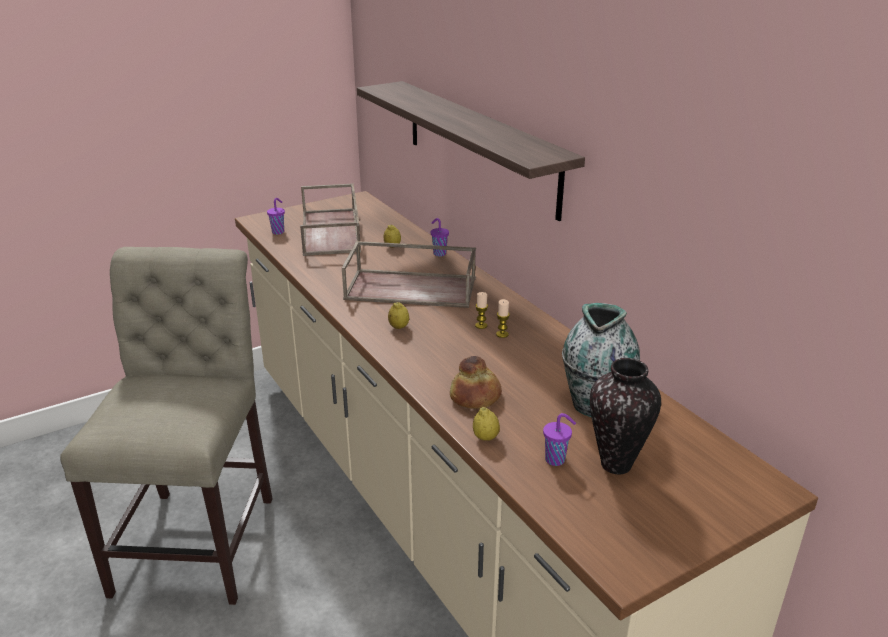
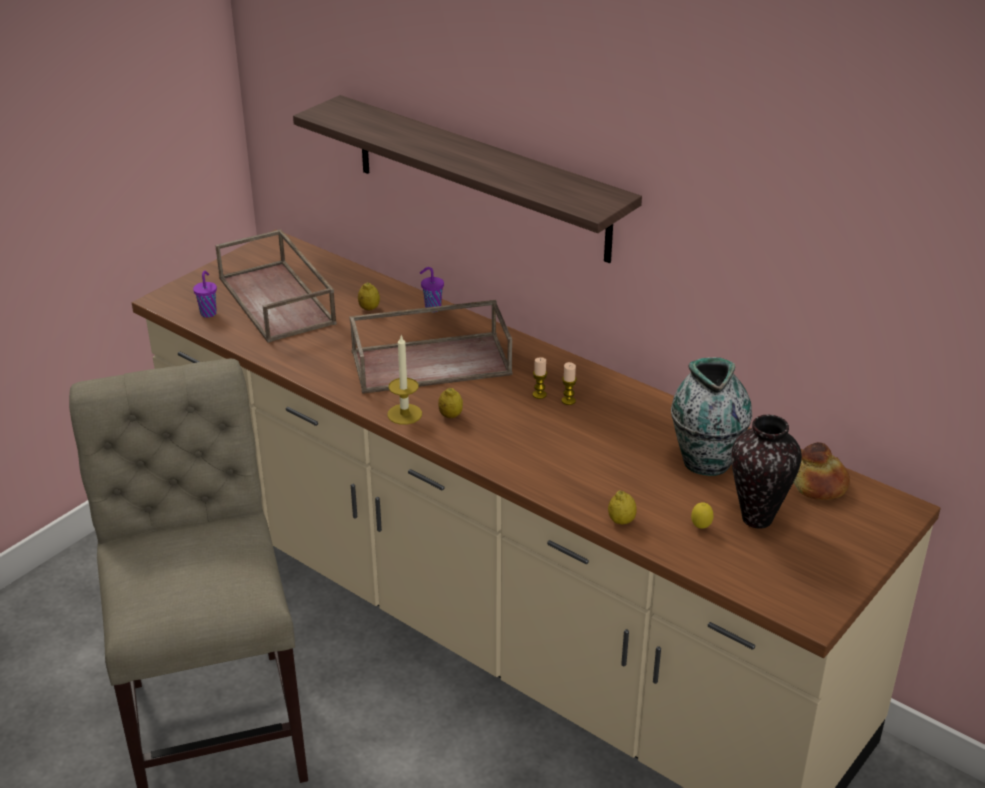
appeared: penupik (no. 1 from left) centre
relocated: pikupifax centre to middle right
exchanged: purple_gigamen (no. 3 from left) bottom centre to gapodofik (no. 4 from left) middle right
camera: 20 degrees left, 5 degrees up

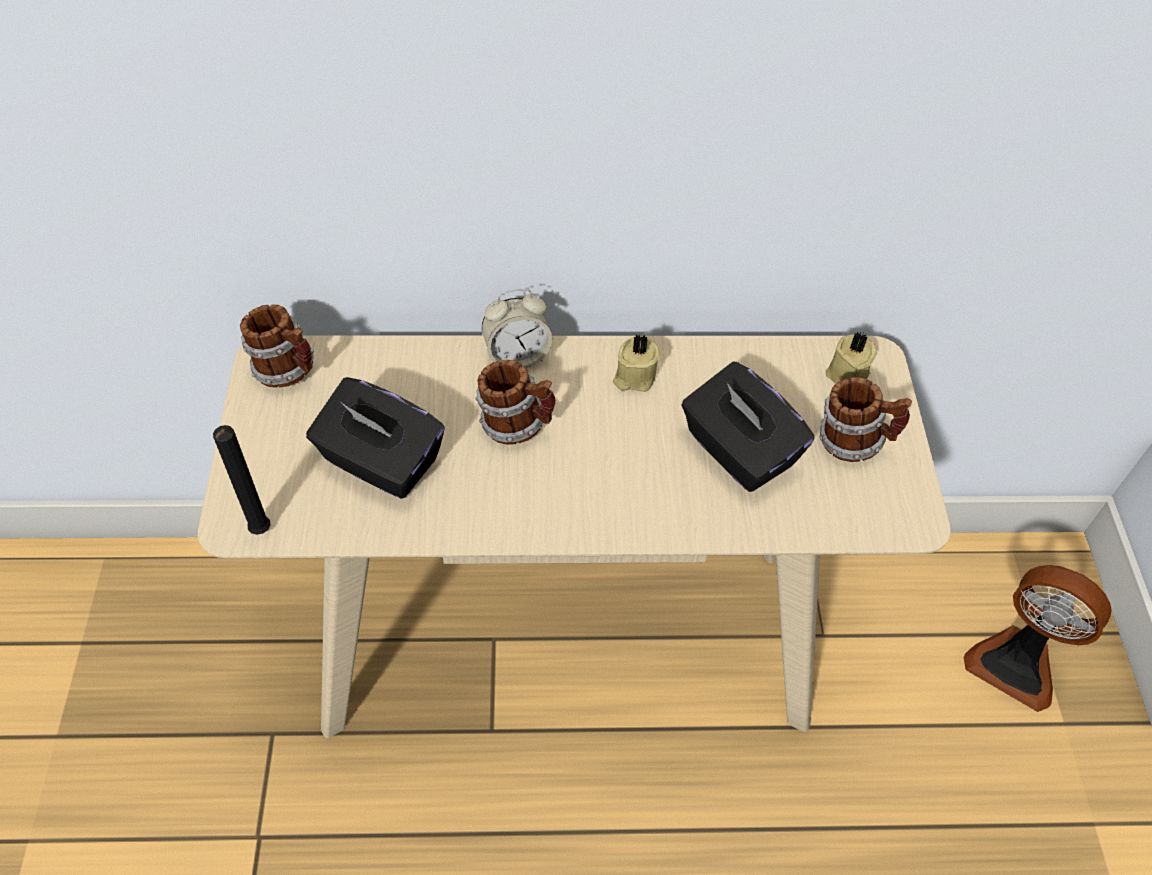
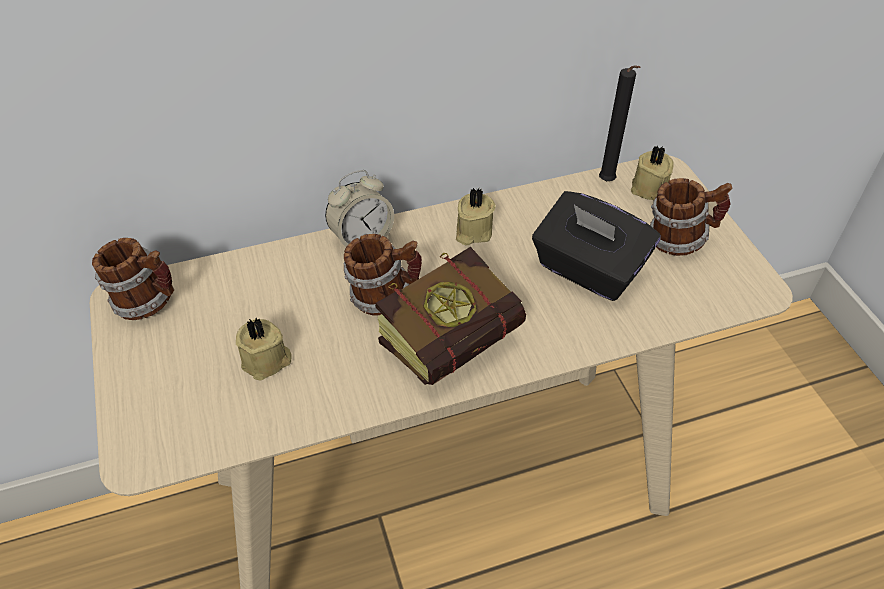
missing: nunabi bottom right
appeared: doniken centre
relocated: black_penupik middle left to top right
exchanged: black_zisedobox (no. 1 from left) middle left to beige_penupik (no. 1 from left) middle left
camera: 15 degrees left, 5 degrees down

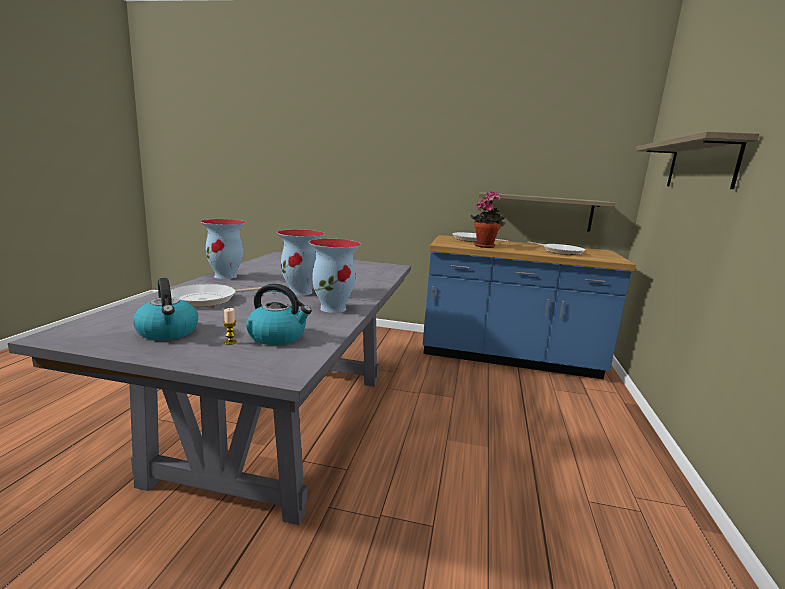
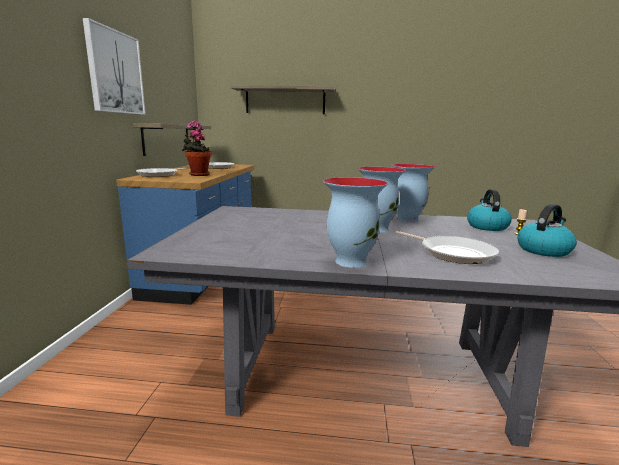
appeared: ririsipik top left
camera: 95 degrees left, 0 degrees up

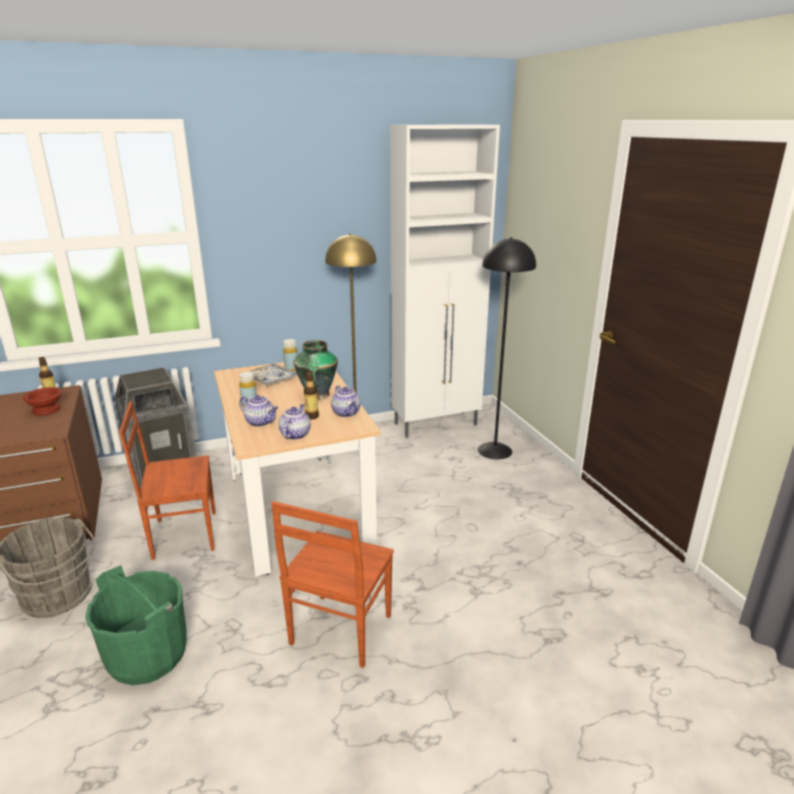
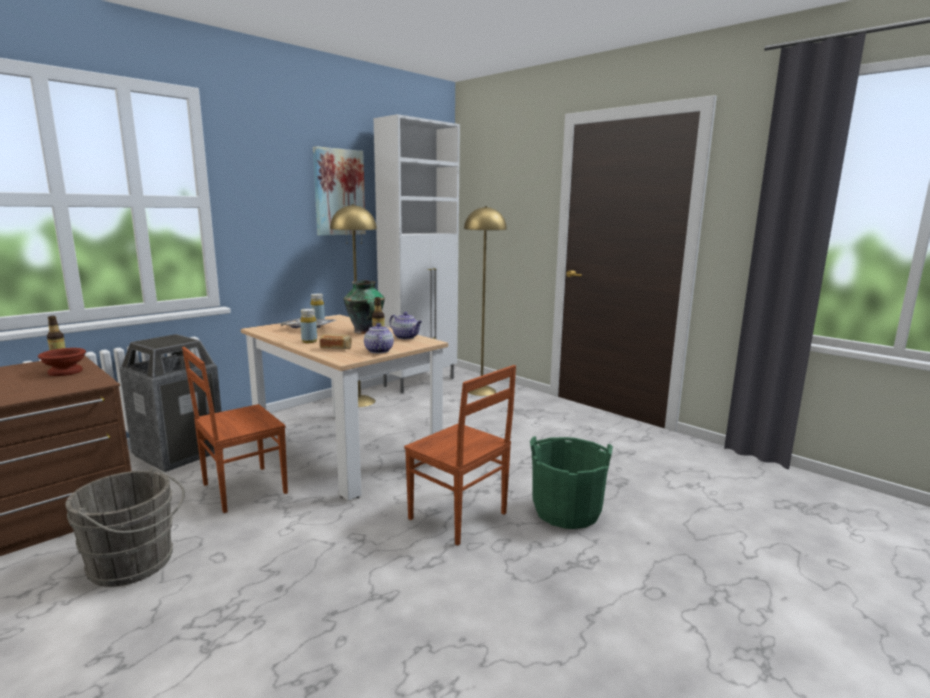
appeared: ririsipik top centre
relocated: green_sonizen bottom left to bottom centre
exchanged: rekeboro (no. 1 from left) middle left to pikupifax centre
colour: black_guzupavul centre to yellow_guzupavul (no. 2 from left) centre
spun: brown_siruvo (no. 2 from left) bottom centre = centre 45 degrees counterclockwise
camera: 25 degrees left, 10 degrees down

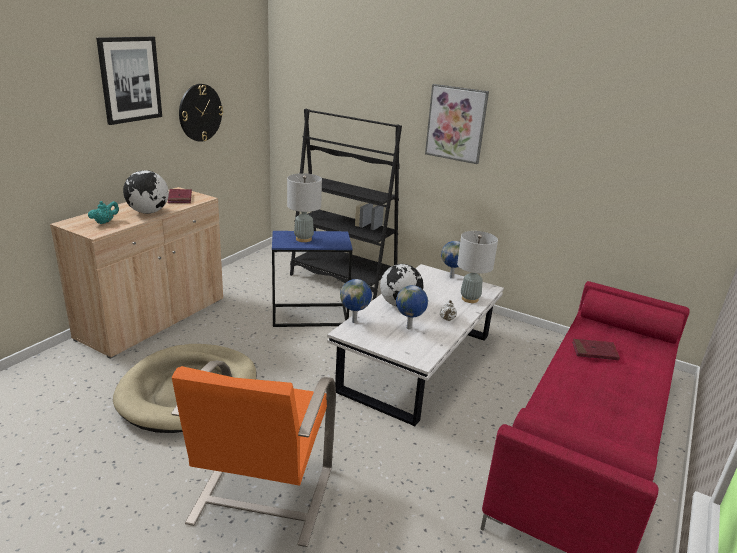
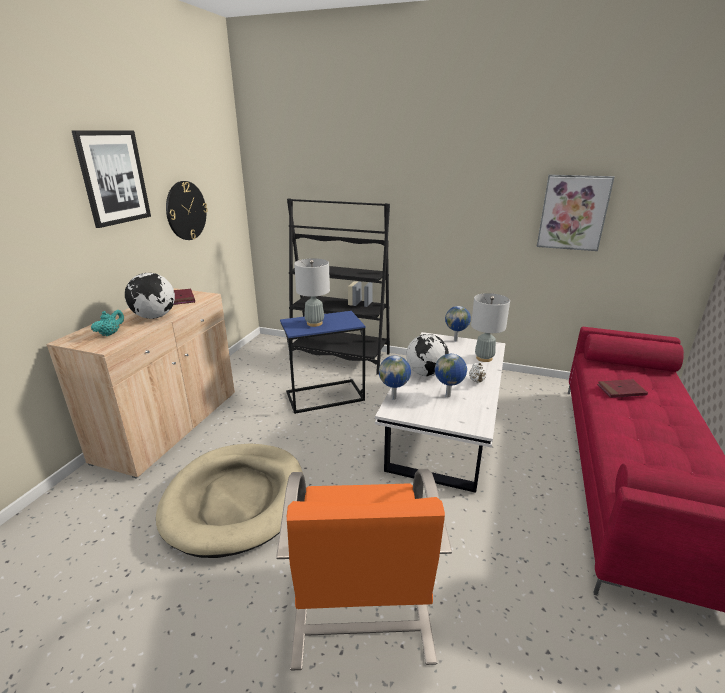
relocated: ririsipik (no. 2 from left) top centre to top right
camera: 10 degrees left, 0 degrees up

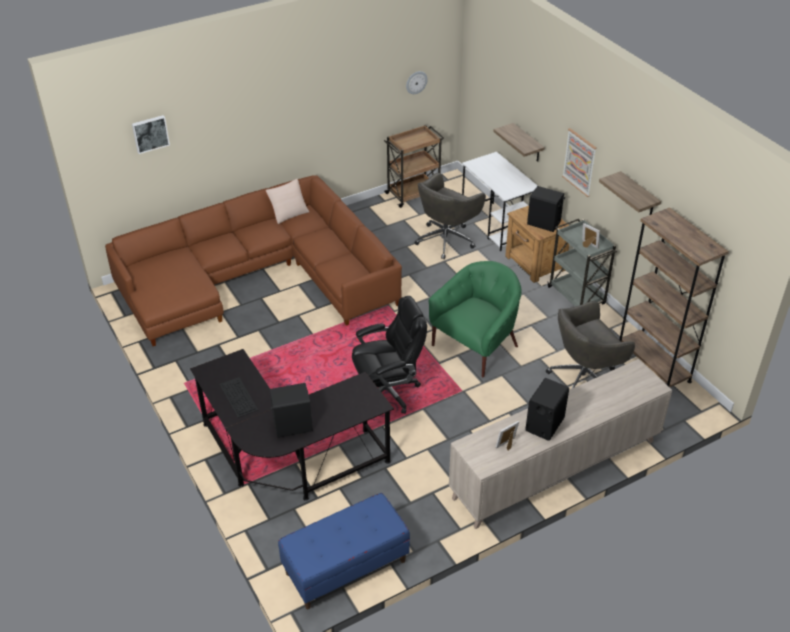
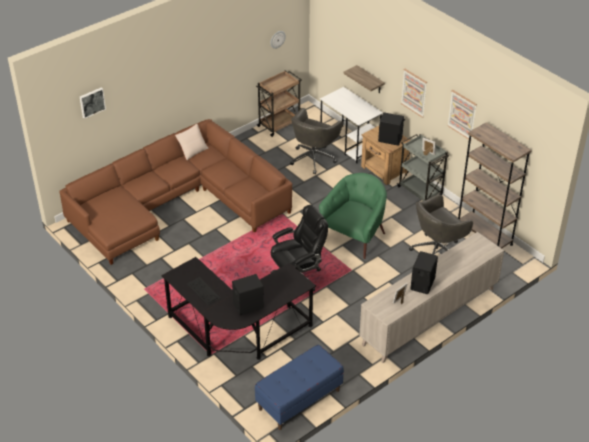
exchanged: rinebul (no. 2 from left) top right to ririsipik (no. 3 from left) top right
camera: 10 degrees left, 0 degrees up

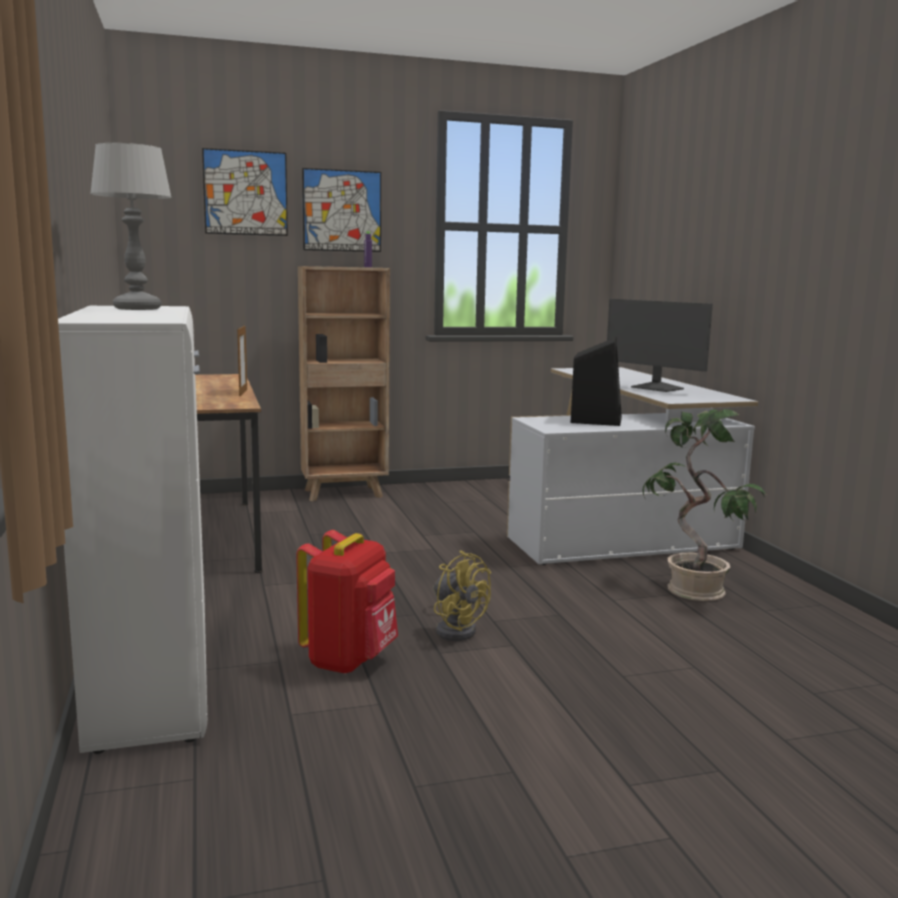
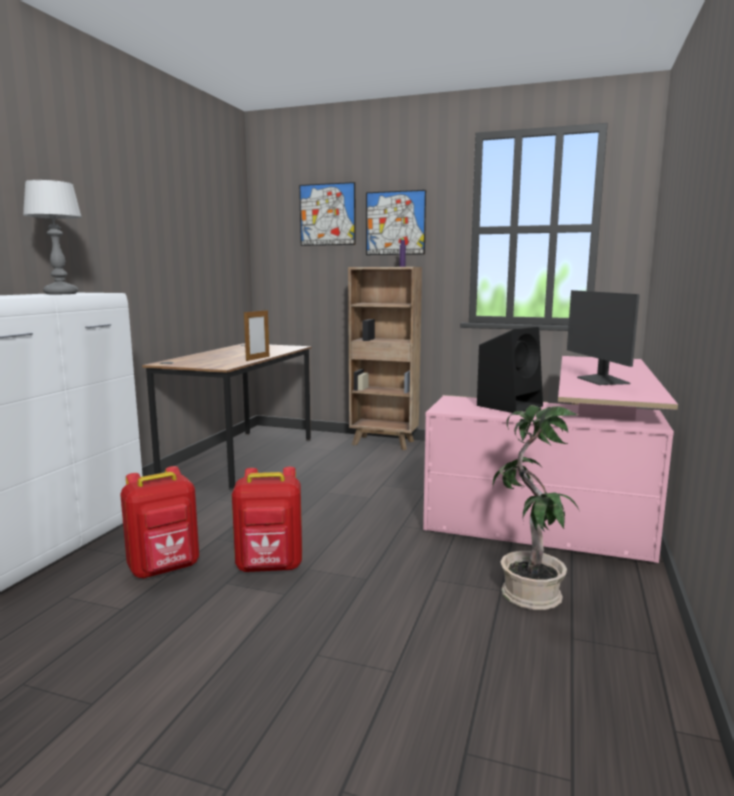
exchanged: yellow_nunabi centre to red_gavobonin (no. 2 from left) centre
colour: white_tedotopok middle right to pink_tedotopok middle right
camera: 35 degrees right, 0 degrees up

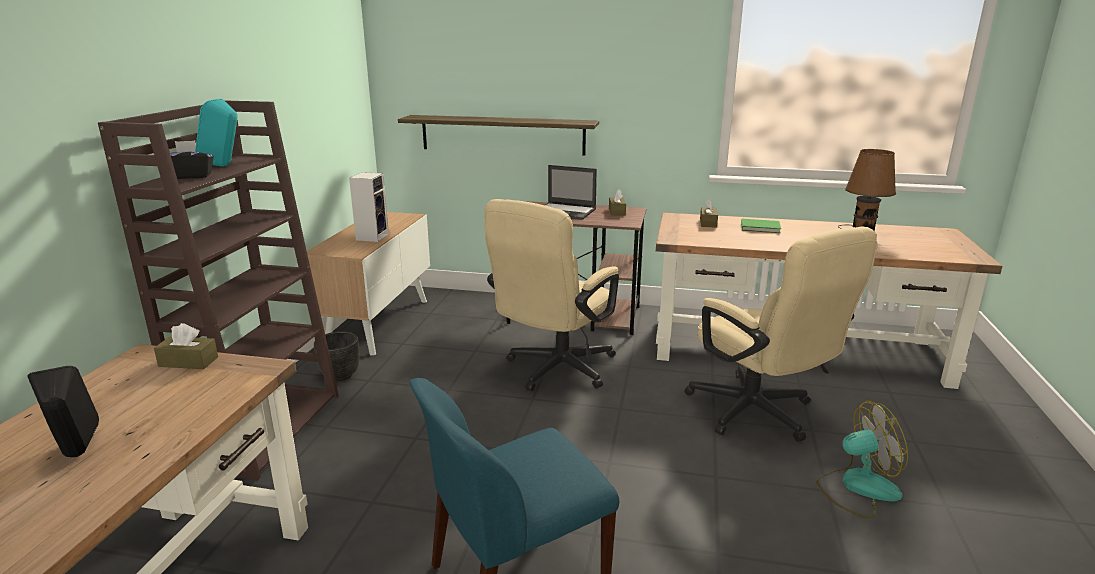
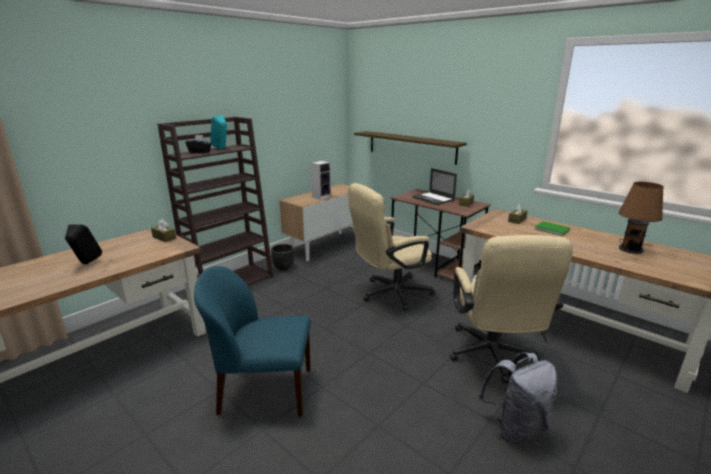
exchanged: nunabi bottom right to grey_gavobonin bottom right
camera: 30 degrees right, 0 degrees up

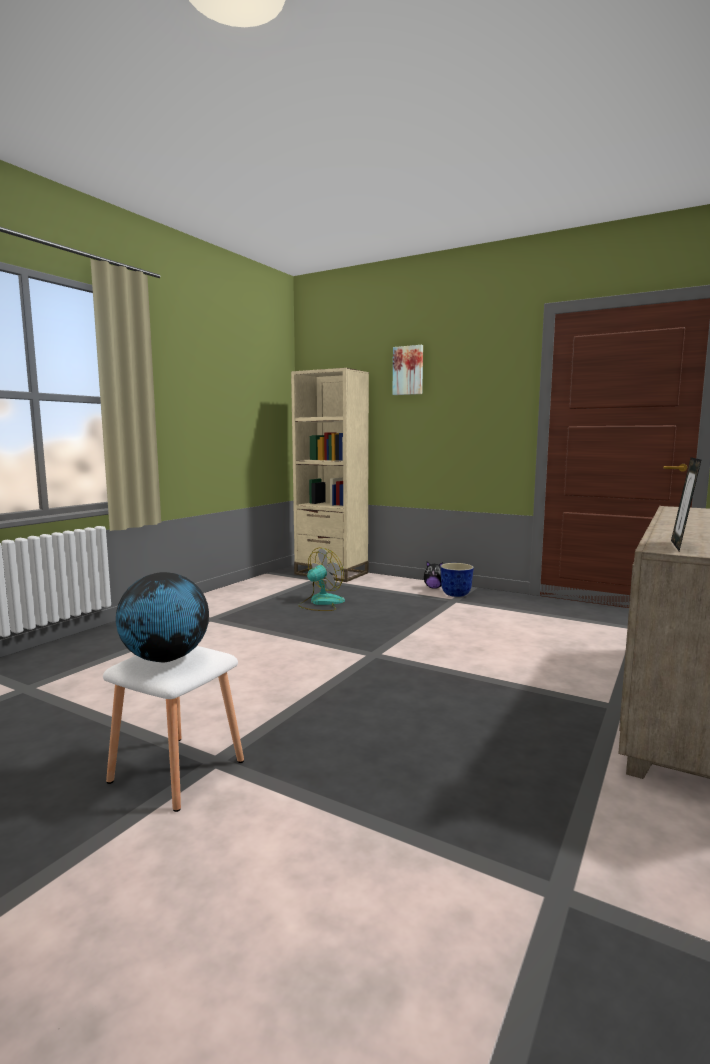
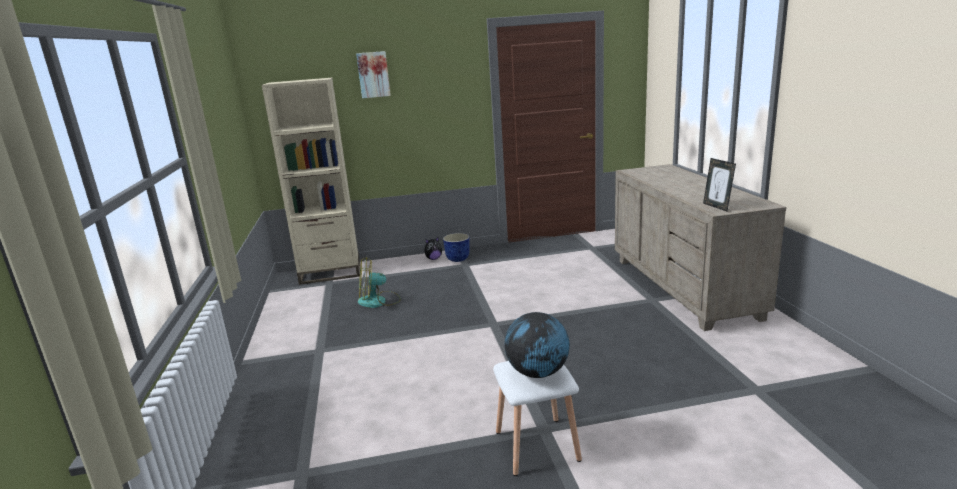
spun: nunabi centre = centre 105 degrees counterclockwise
camera: 40 degrees left, 10 degrees up

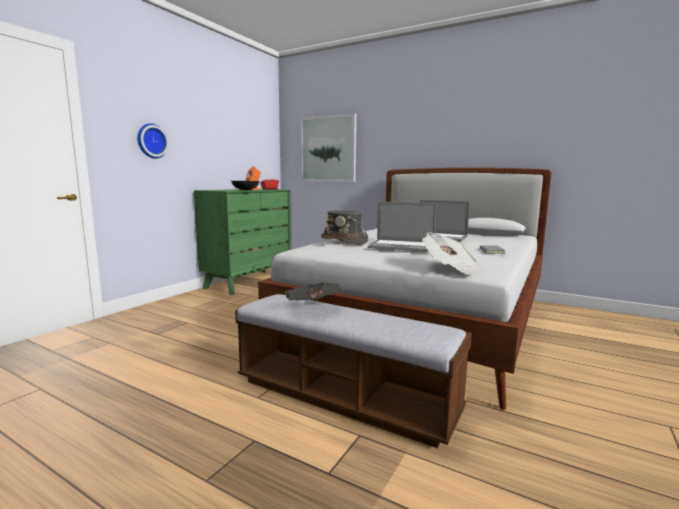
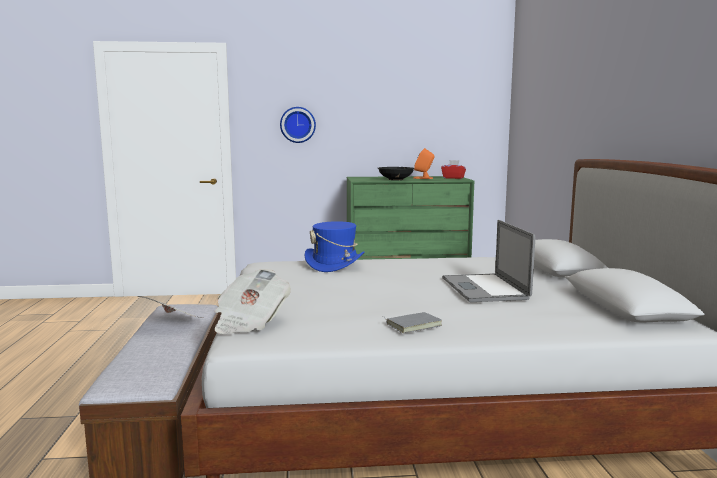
missing: ririsipik top centre; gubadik (no. 1 from left) centre
colour: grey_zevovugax centre to blue_zevovugax centre
camera: 55 degrees right, 0 degrees up

